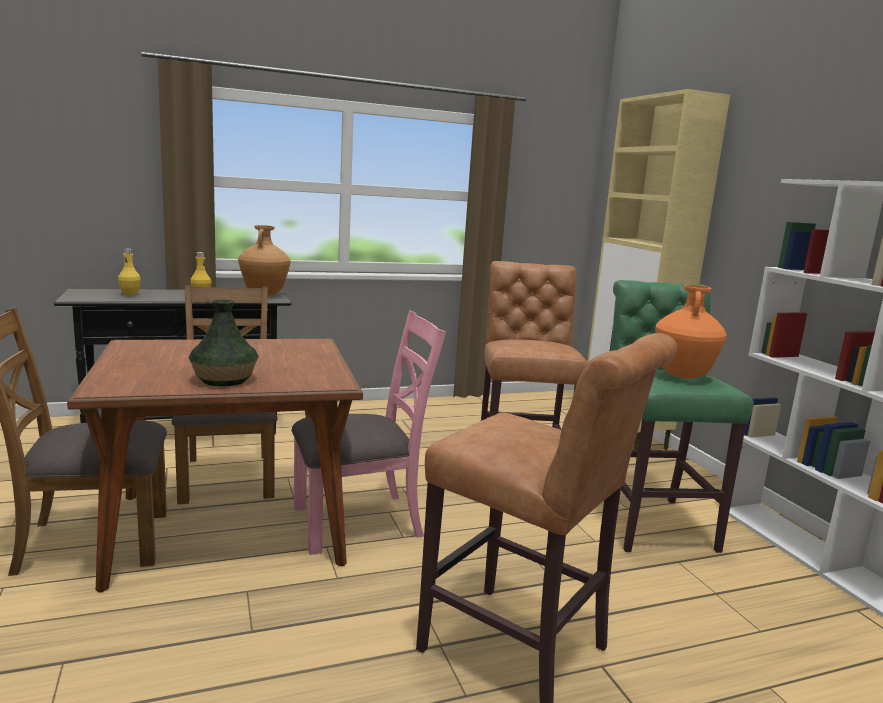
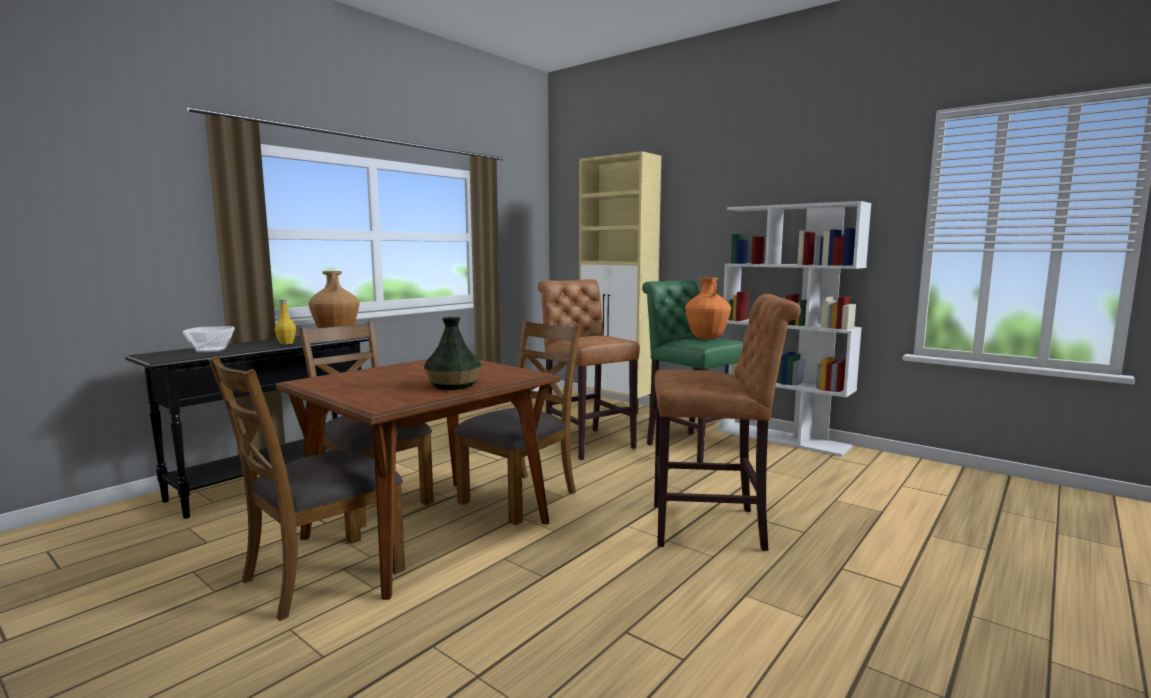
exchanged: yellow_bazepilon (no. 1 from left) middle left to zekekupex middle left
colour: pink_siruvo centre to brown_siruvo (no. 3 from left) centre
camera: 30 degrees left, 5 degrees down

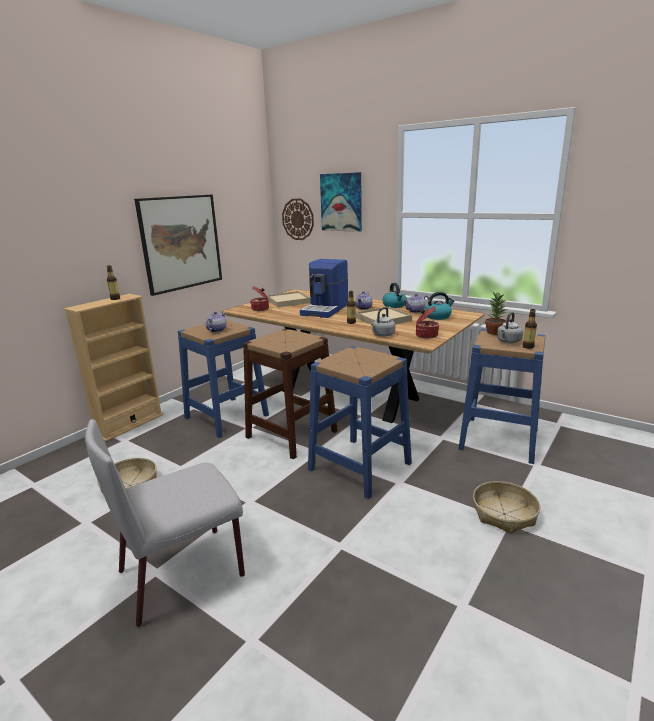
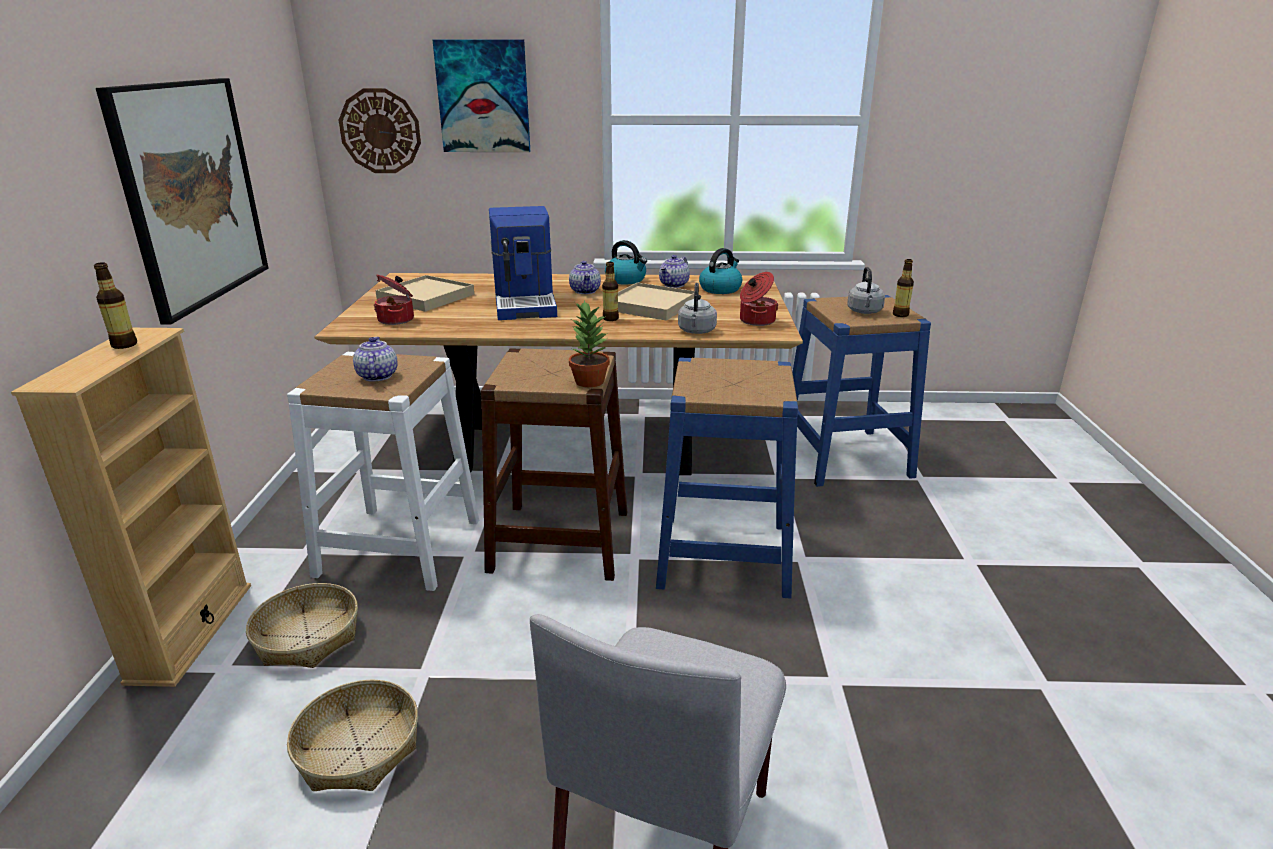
relocated: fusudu middle right to centre; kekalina (no. 2 from left in the first image) bottom right to kekalina (no. 1 from left) bottom left
colour: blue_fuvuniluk (no. 1 from left) centre to white_fuvuniluk middle left
camera: 35 degrees left, 5 degrees up

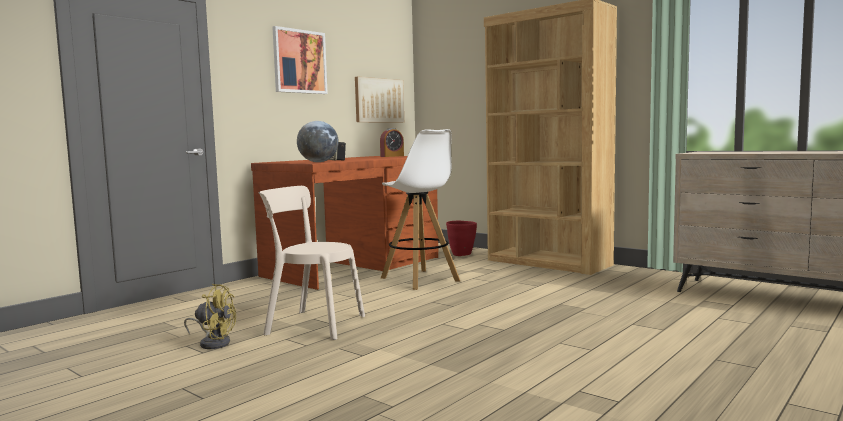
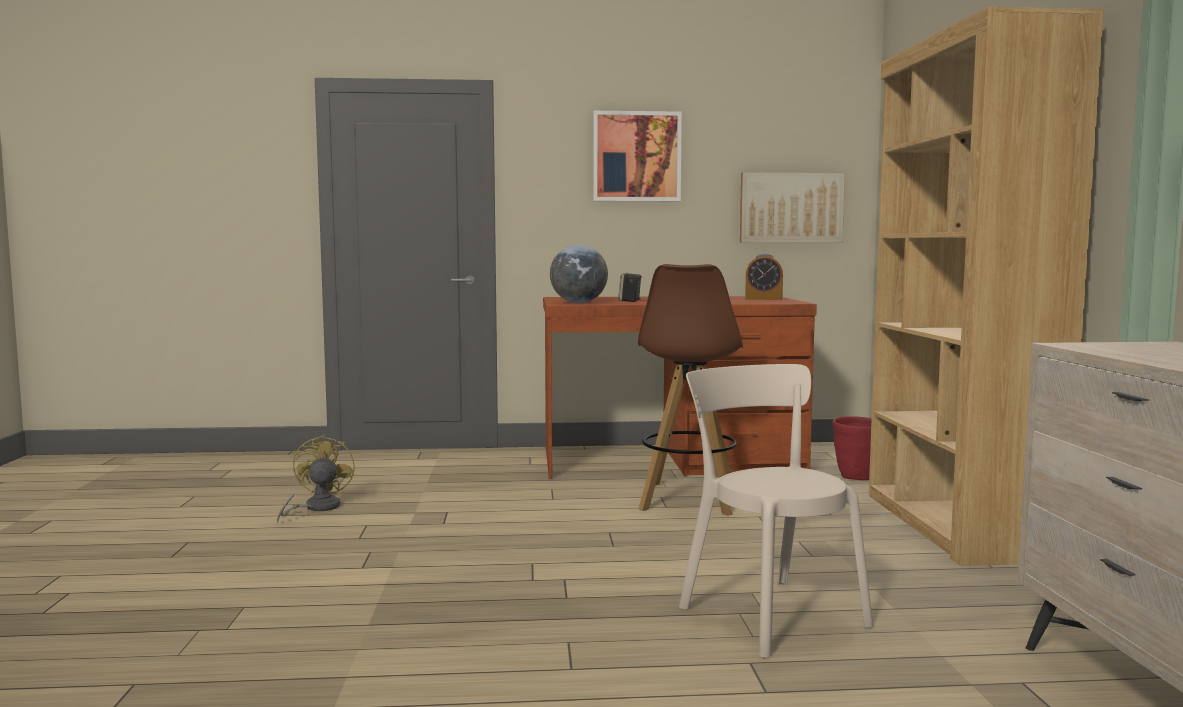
relocated: beige_siruvo centre to bottom centre
colour: white_fuvuniluk centre to brown_fuvuniluk centre
spun: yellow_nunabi bottom left = bottom left 150 degrees counterclockwise
camera: 45 degrees right, 0 degrees up

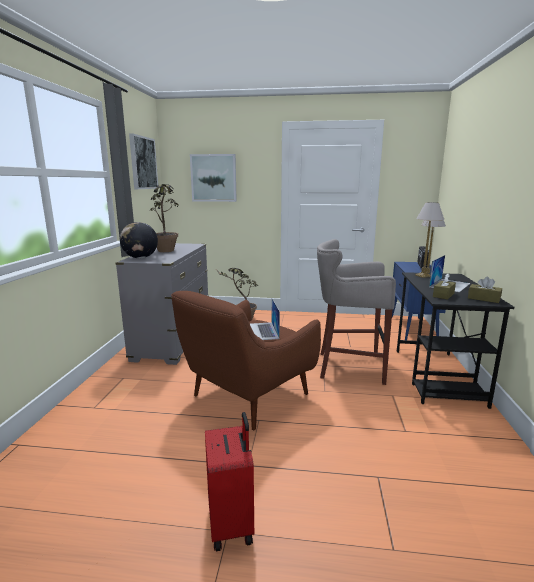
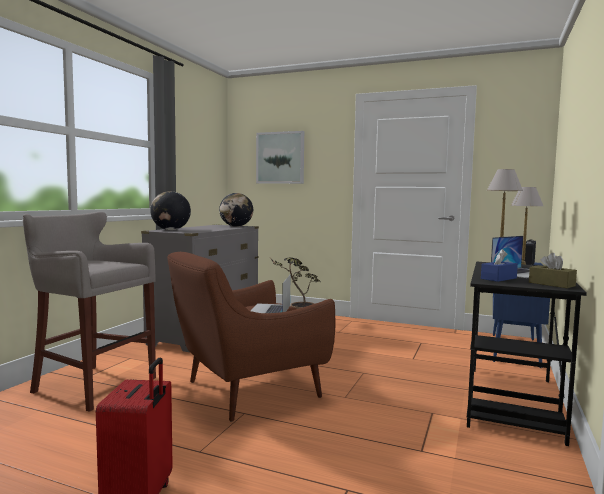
missing: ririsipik (no. 1 from left) top left; fusudu (no. 1 from left) middle left
appeared: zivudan (no. 2 from left) centre
relocated: grey_fuvuniluk middle right to middle left
colour: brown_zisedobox (no. 1 from left) middle right to blue_zisedobox middle right
camera: 15 degrees right, 10 degrees down

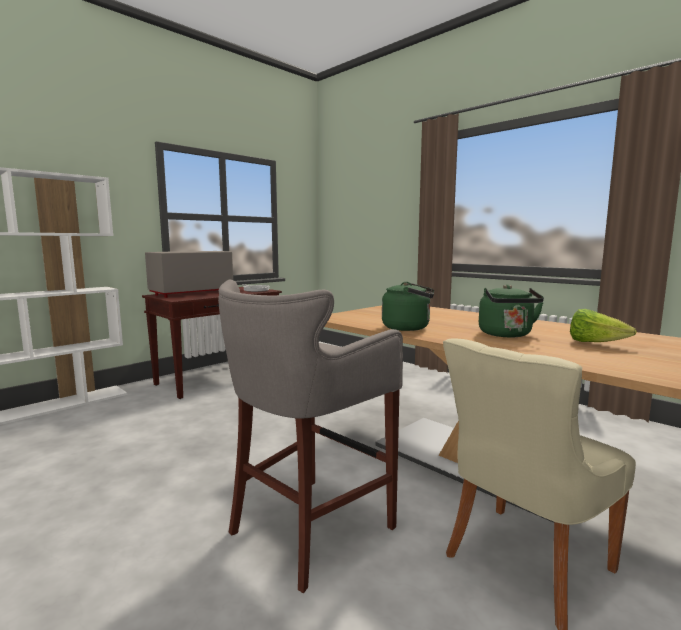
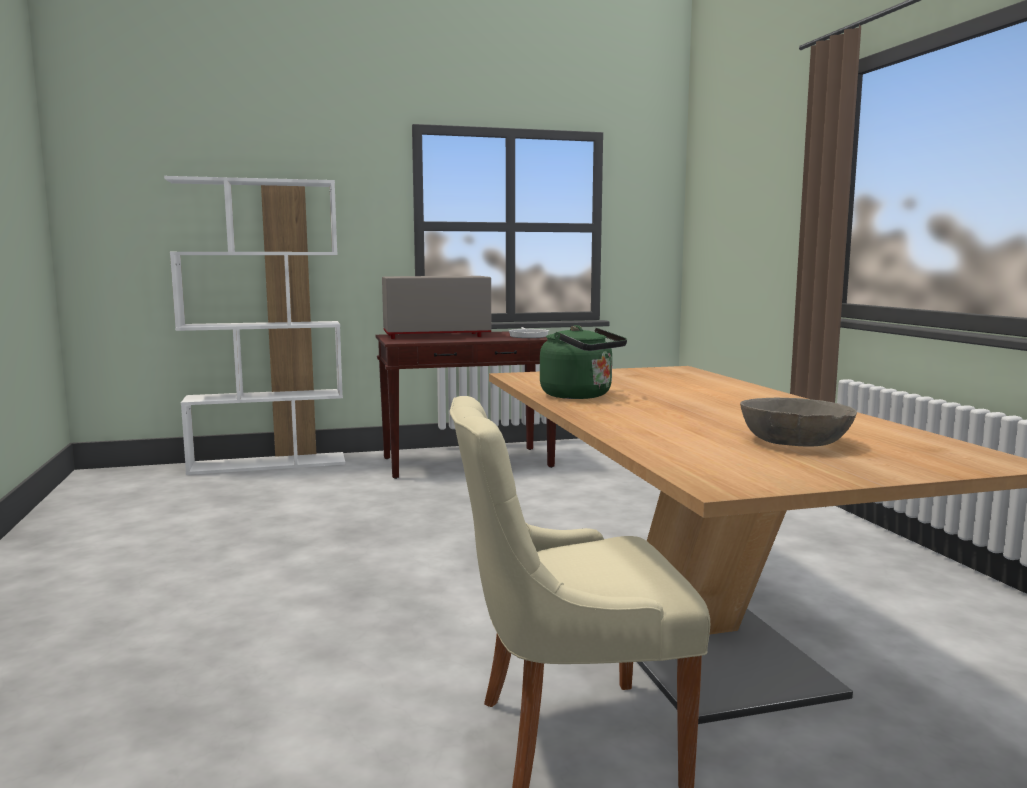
missing: grey_fuvuniluk bottom centre; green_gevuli (no. 2 from left) middle right
exchanged: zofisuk middle right to grey_zekekupex middle right
camera: 30 degrees right, 0 degrees up

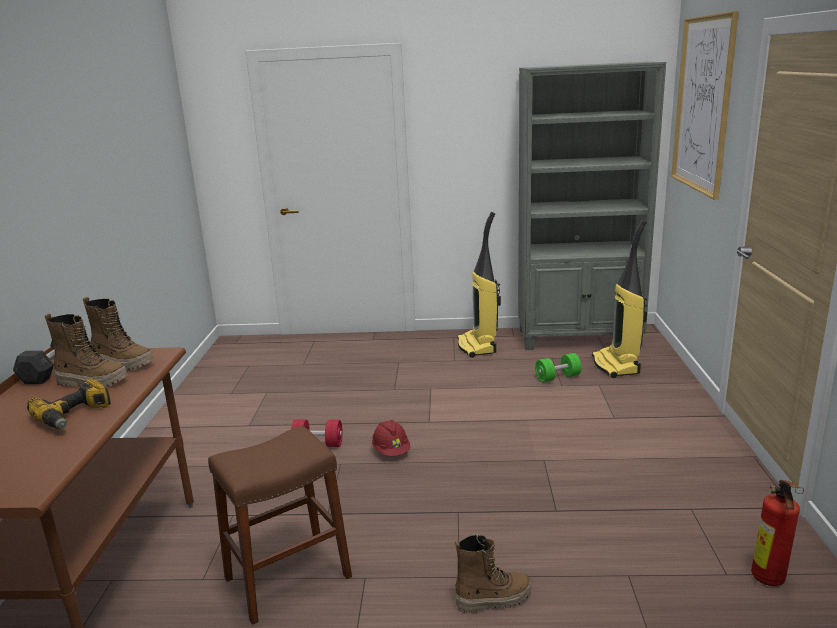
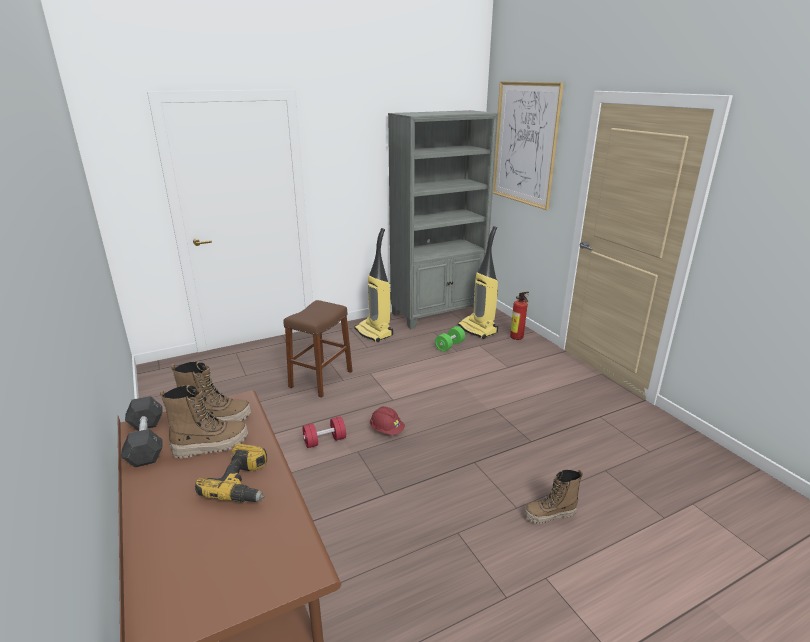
relocated: brown_fuvuniluk bottom centre to centre; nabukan bottom right to centre
spun: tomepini (no. 3 from left) bottom centre = bottom right 150 degrees counterclockwise
camera: 30 degrees left, 5 degrees up

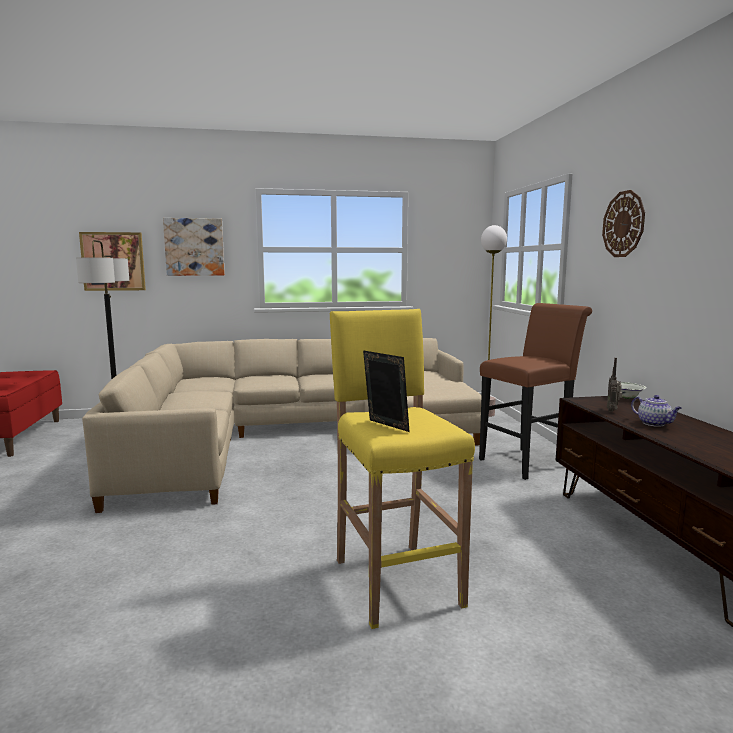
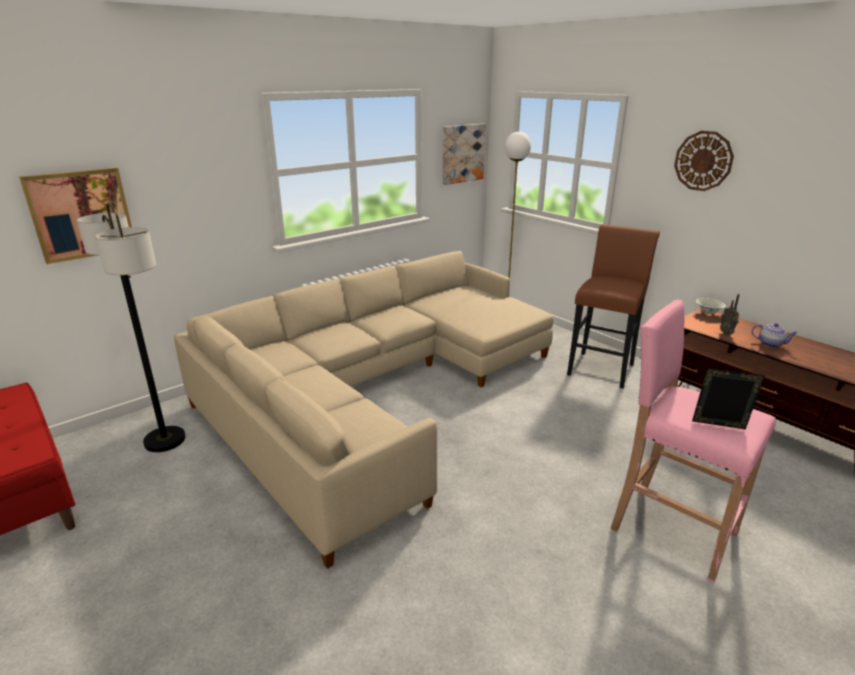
relocated: ririsipik (no. 2 from left) middle left to top centre
colour: yellow_fuvuniluk centre to pink_fuvuniluk middle right
camera: 30 degrees left, 15 degrees up

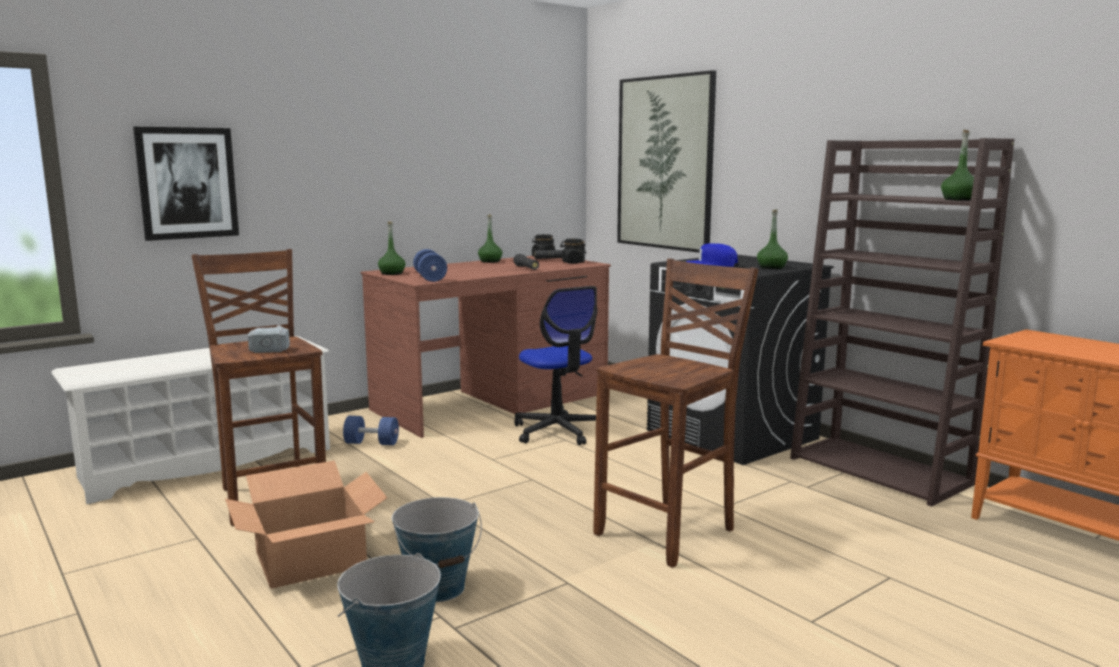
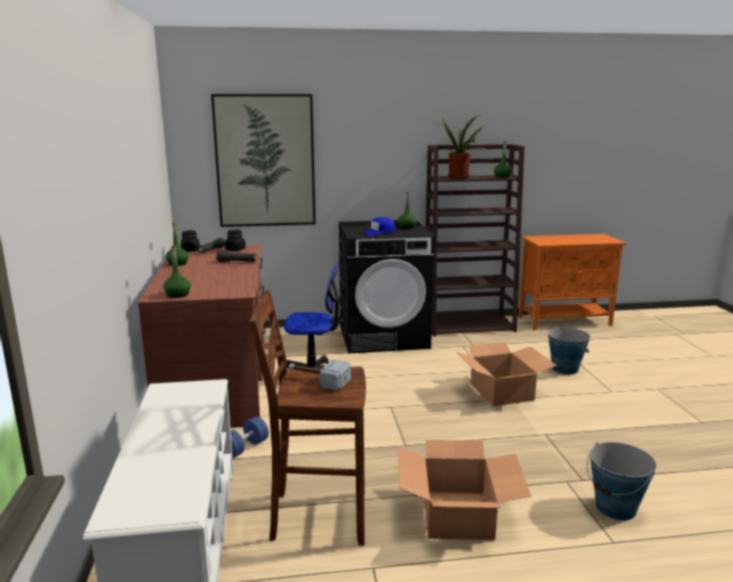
missing: ririsipik (no. 1 from left) top left; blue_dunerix (no. 2 from left) centre
appeared: fusudu top centre
relocated: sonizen (no. 2 from left in the first image) bottom centre to sonizen (no. 1 from left) middle right
exchanged: brown_fuvuniluk (no. 2 from left) centre to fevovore (no. 2 from left) middle right
camera: 60 degrees left, 5 degrees up

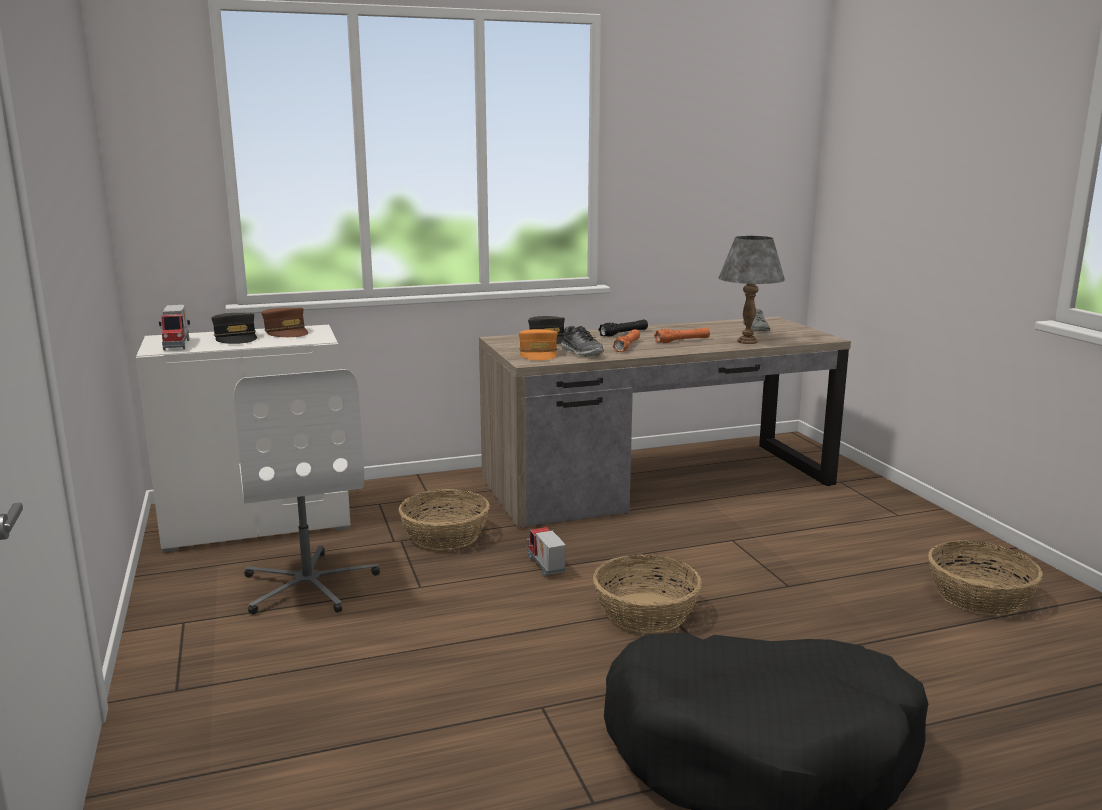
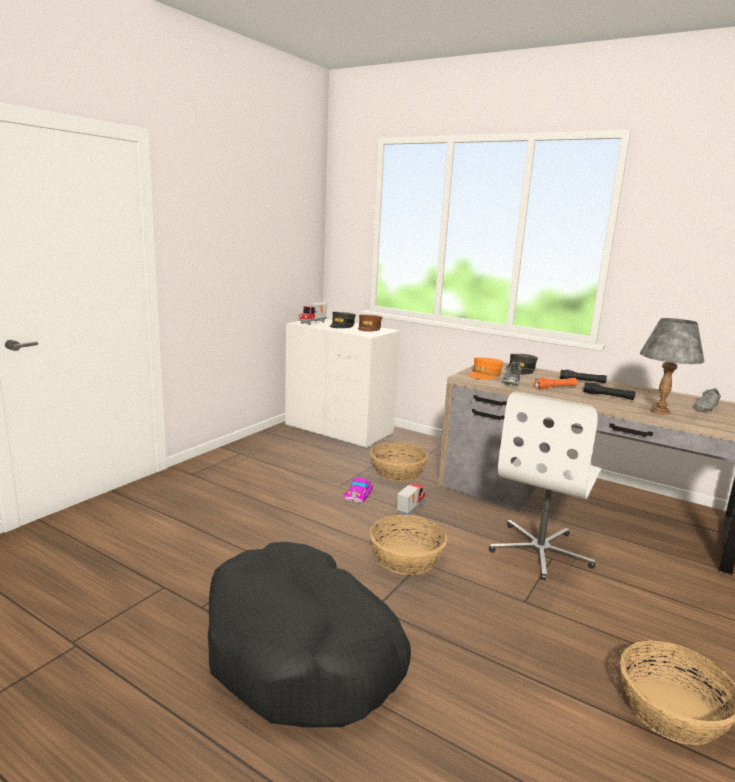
appeared: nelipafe centre
relocated: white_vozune middle left to middle right
colour: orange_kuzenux (no. 2 from left) centre to black_kuzenux (no. 2 from left) middle right
camera: 50 degrees right, 0 degrees up

